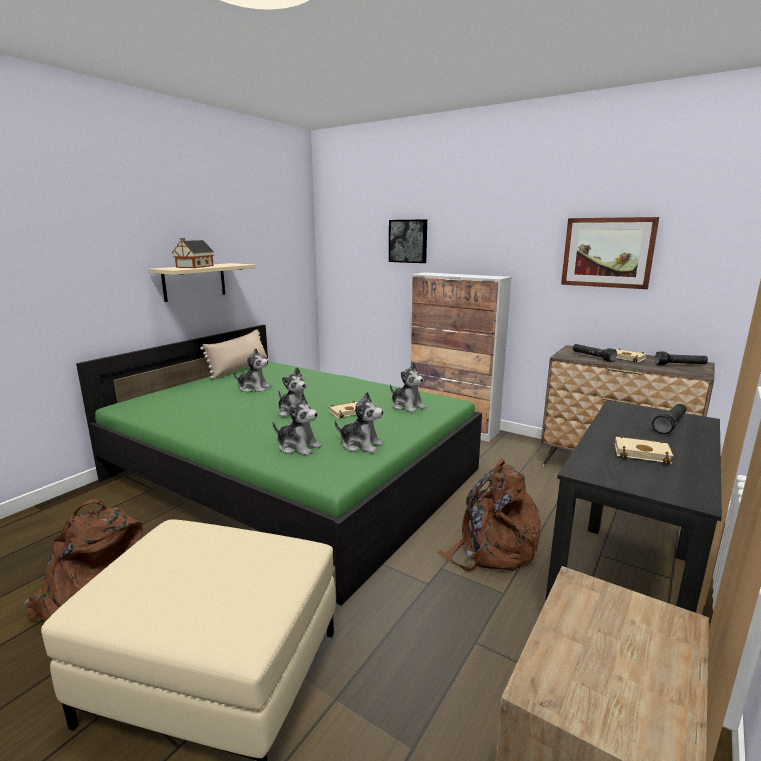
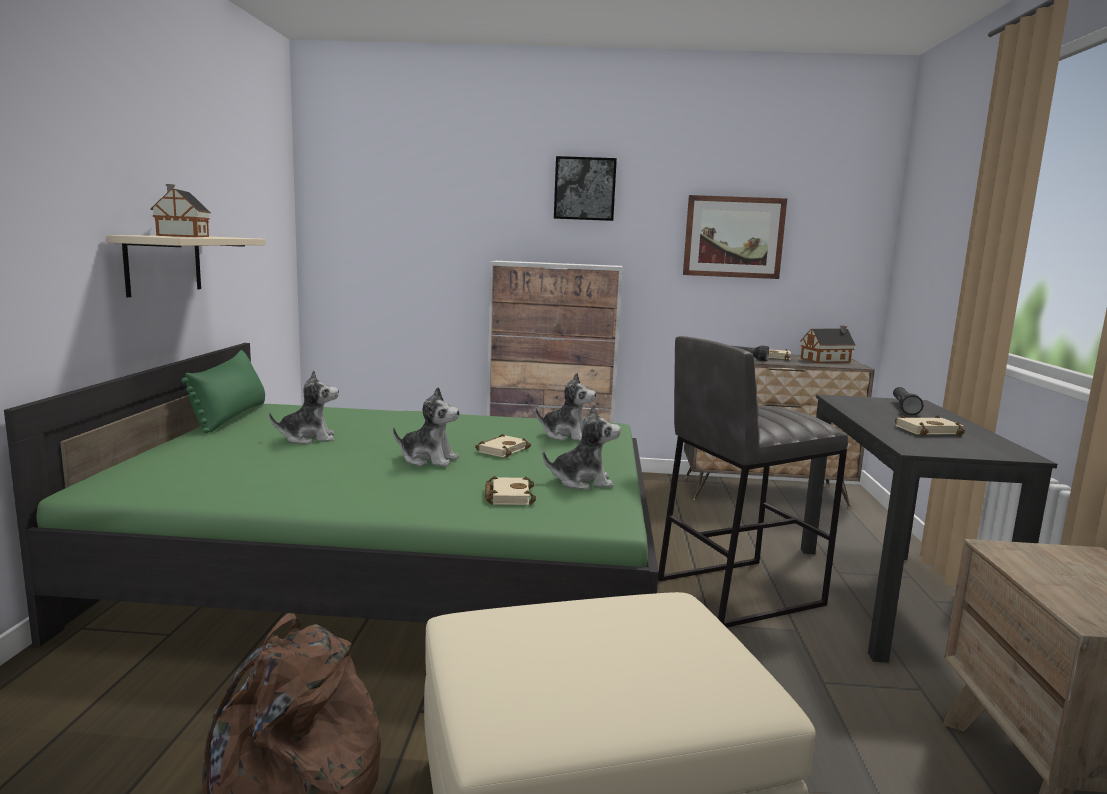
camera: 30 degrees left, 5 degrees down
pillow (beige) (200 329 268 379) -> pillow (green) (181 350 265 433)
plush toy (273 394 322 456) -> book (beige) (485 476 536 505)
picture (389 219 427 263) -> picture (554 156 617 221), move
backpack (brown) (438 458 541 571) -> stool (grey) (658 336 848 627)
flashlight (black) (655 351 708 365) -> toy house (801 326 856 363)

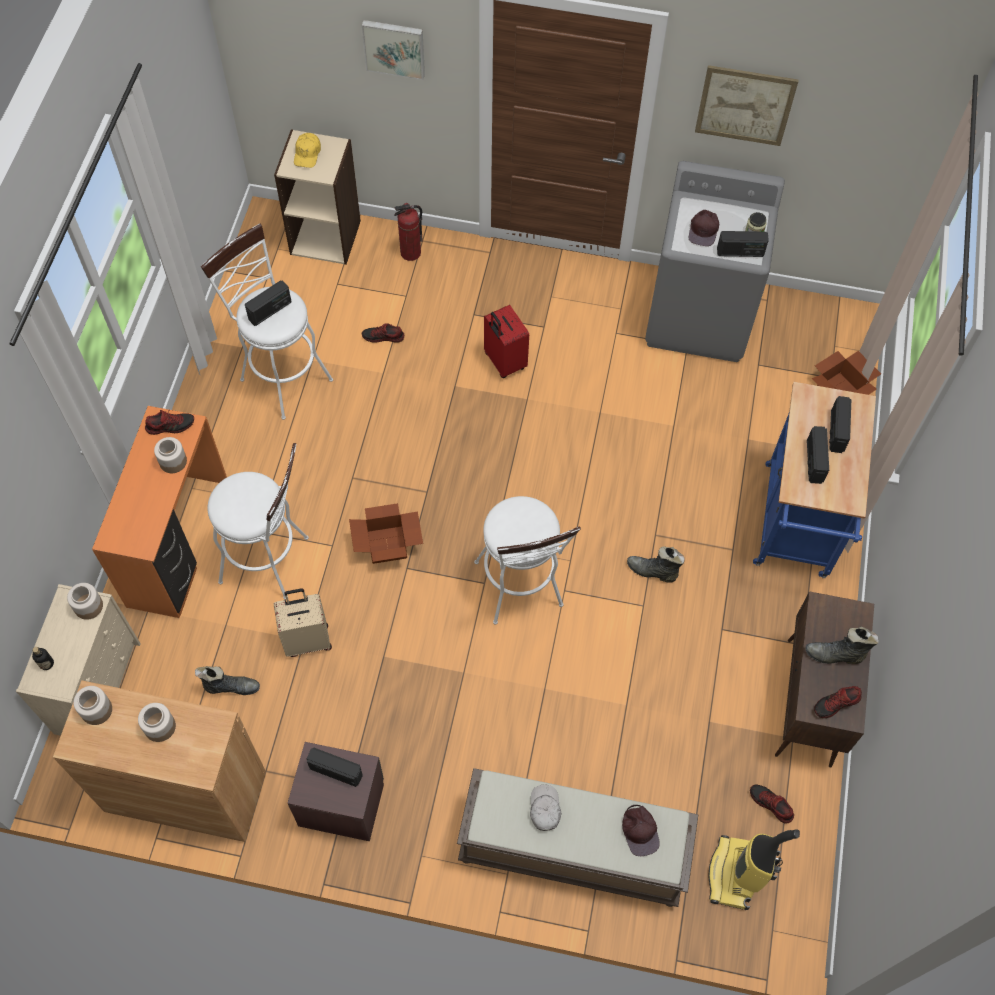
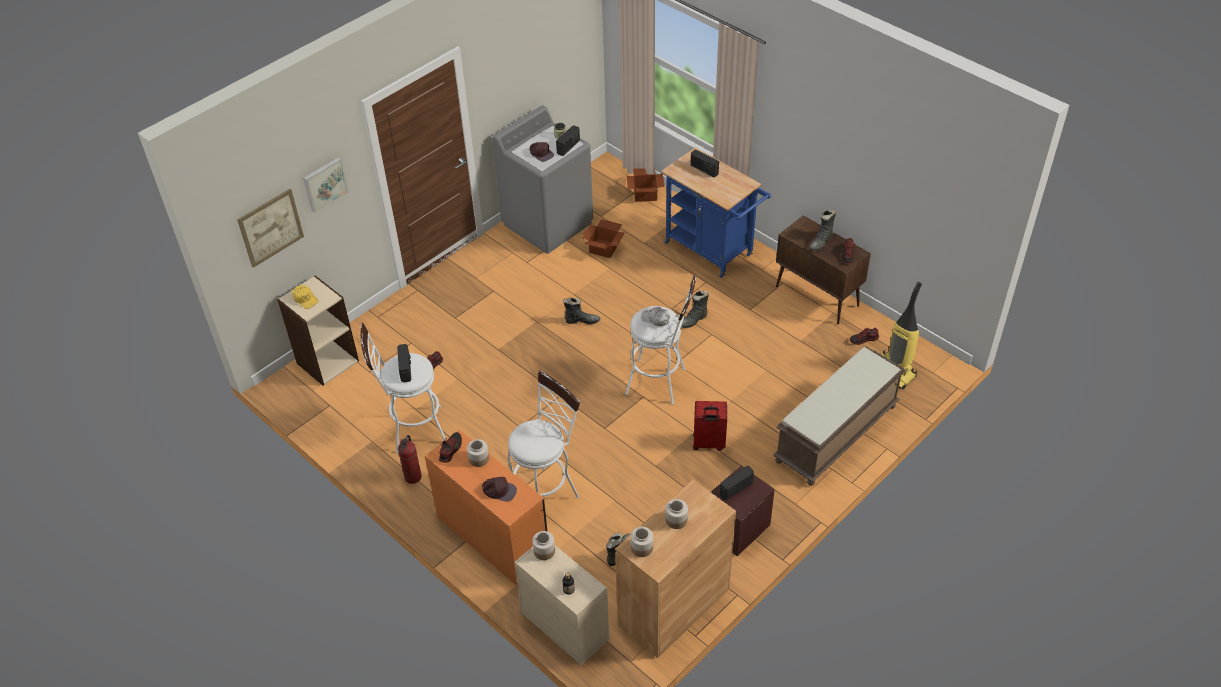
camera: 55 degrees left, 15 degrees down
suitcase (beige) (274 589 332 657) -> none
cardboard box (349 503 423 564) -> cardboard box (582 219 625 258), move
fire extinguisher (394 203 422 261) -> fire extinguisher (398 435 422 484), move
suitcase (red) (484 305 529 378) -> suitcase (red) (693 401 727 451), move
cap (white) (530 784 561 831) -> cap (white) (641 307 670 326), move
cap (brown) (622 805 660 856) -> cap (brown) (482 477 517 502), move
picture (695 65 799 146) -> picture (237 189 304 268), move
radio (807 426 829 484) -> none
none -> boot (black) (563 298 600 324)

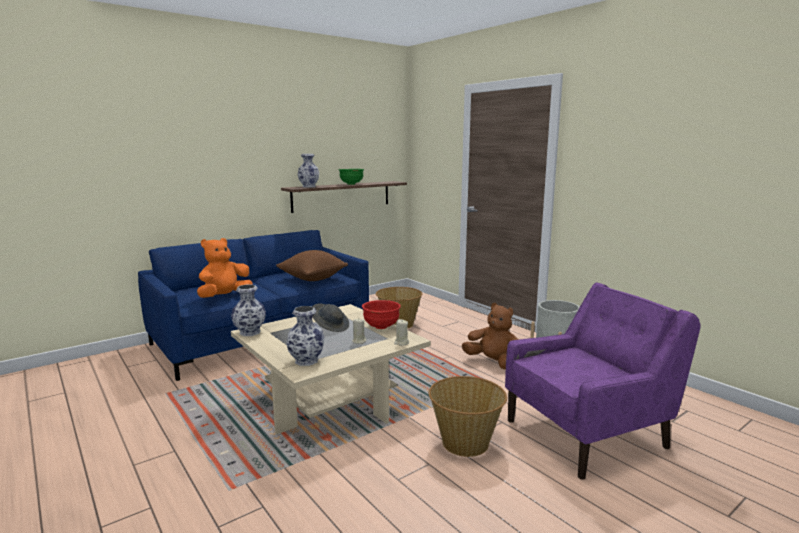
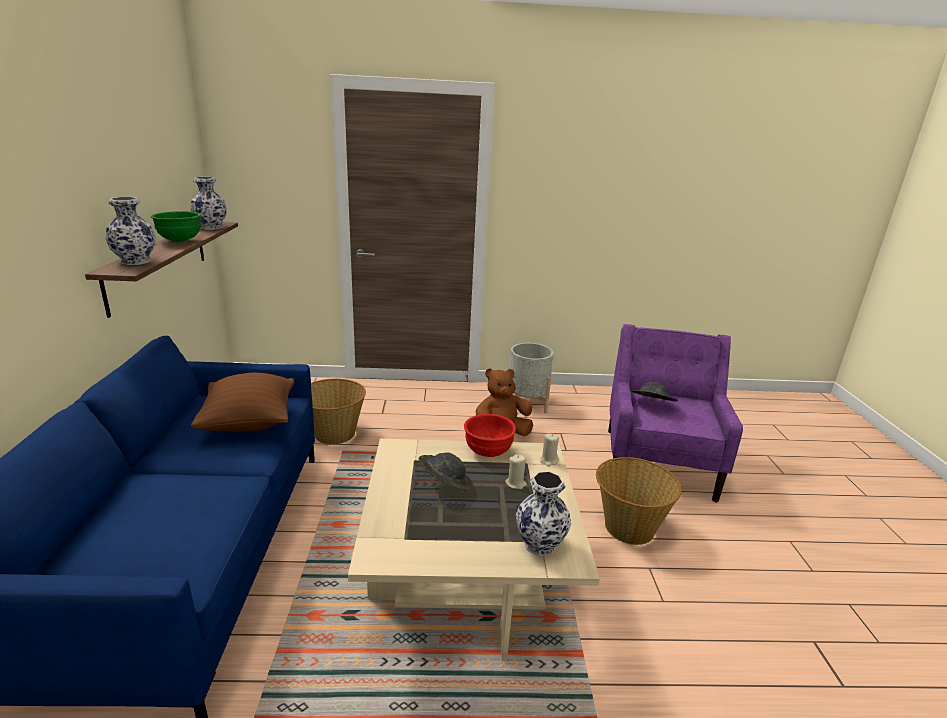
camera: 55 degrees left, 10 degrees up
plush toy (orange) (197 238 253 298) -> none
vase (231 285 266 336) -> vase (190 177 227 230), move
none -> hat (grey) (630 381 678 401)

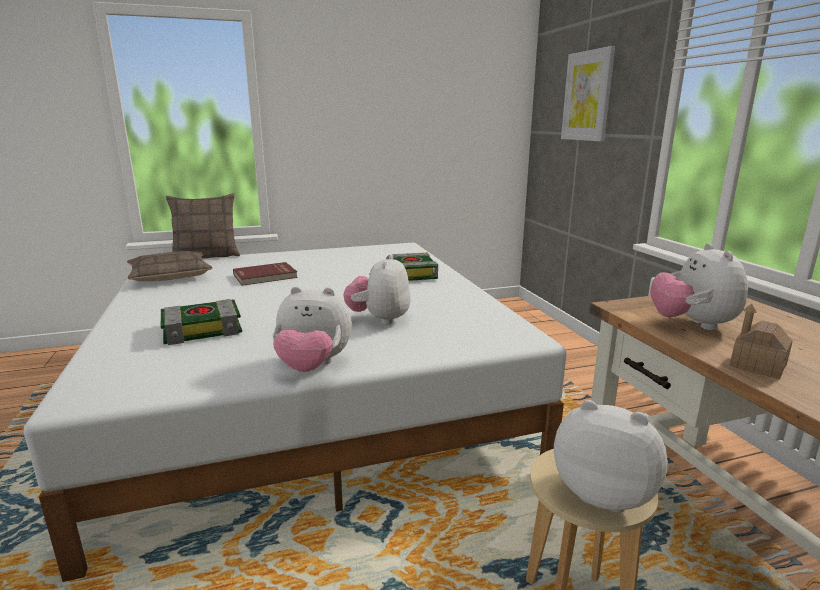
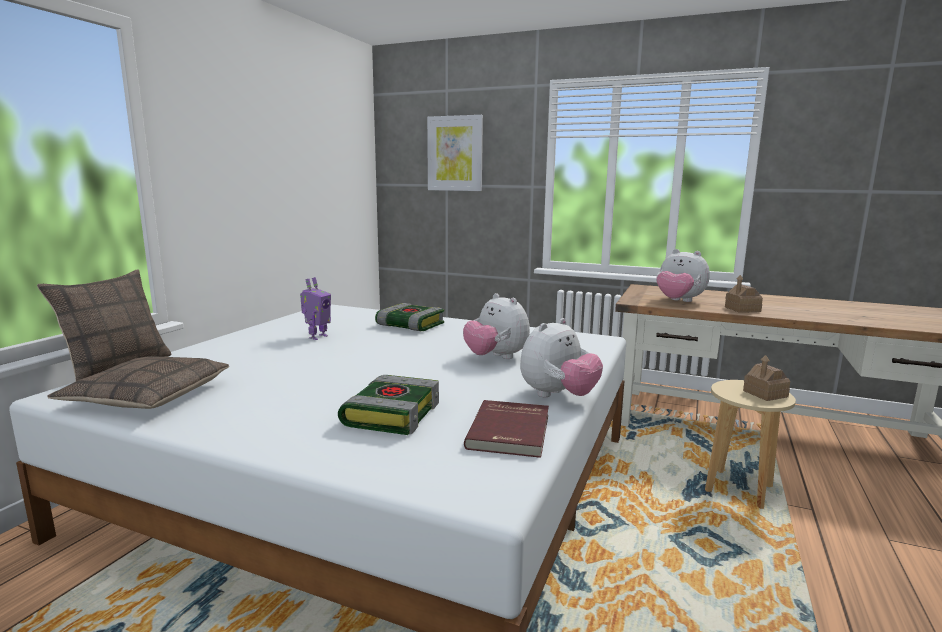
camera: 50 degrees left, 5 degrees down
book (red) (233 262 298 286) -> book (red) (464 400 549 458), move
plush toy (554 400 668 513) -> toy house (743 355 790 401)
none -> toy robot (300 277 331 340)

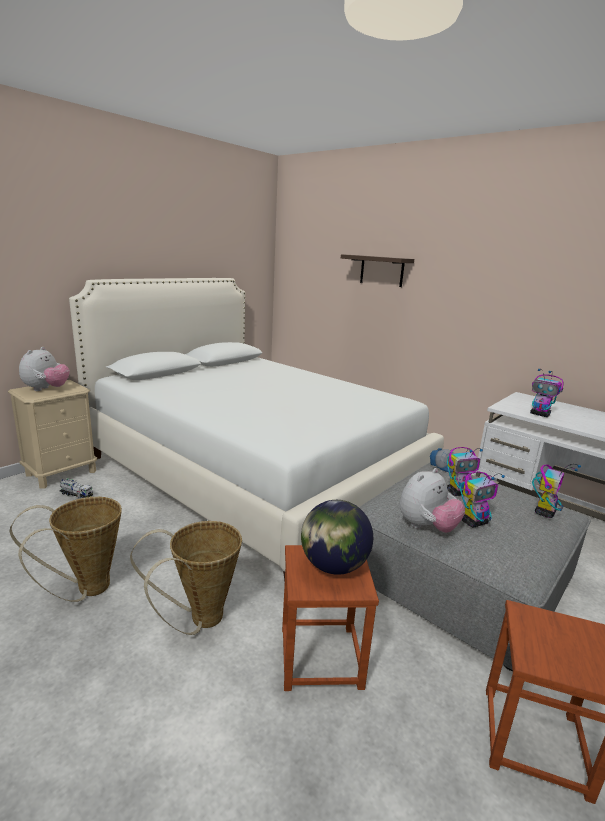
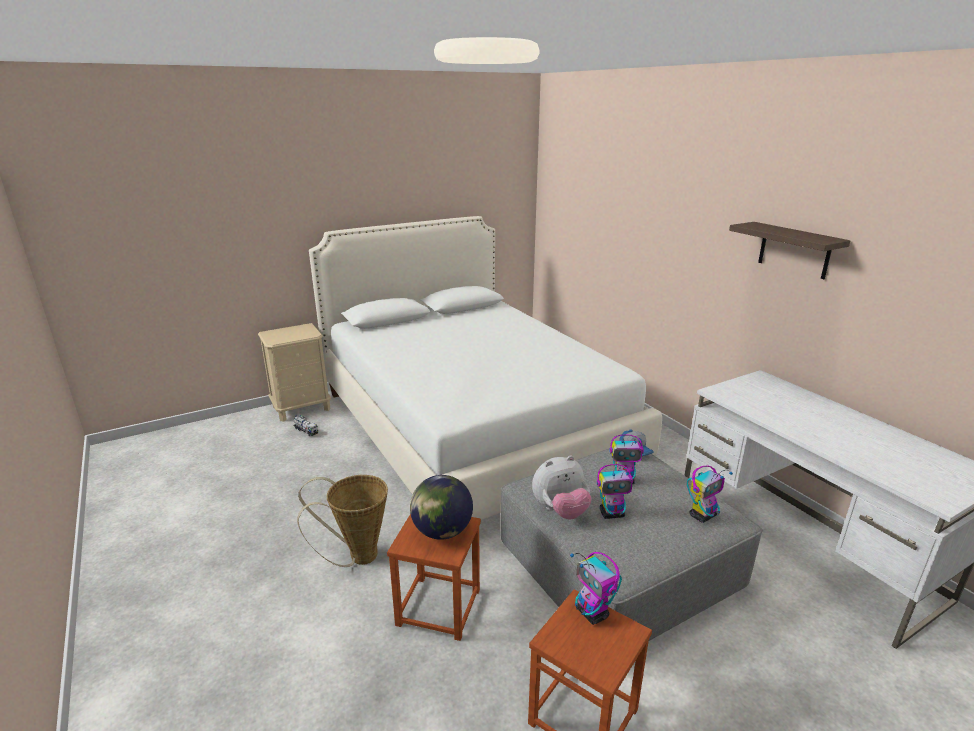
camera: 20 degrees right, 5 degrees up
basket (10 497 122 602) -> none
plush toy (19 347 70 391) -> none
shelf (341 254 414 287) -> shelf (729 222 850 279), move
toy robot (530 369 564 417) -> toy robot (570 552 622 625), move

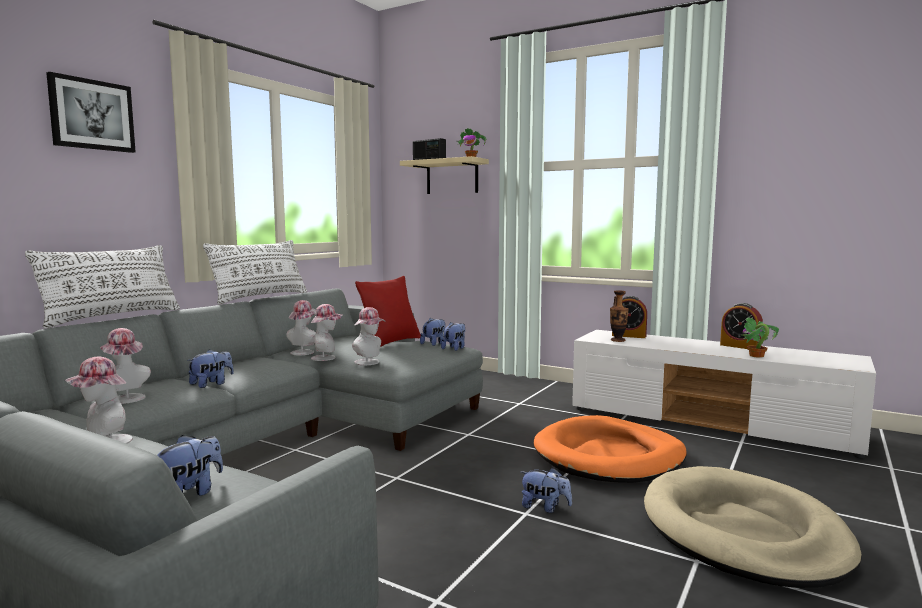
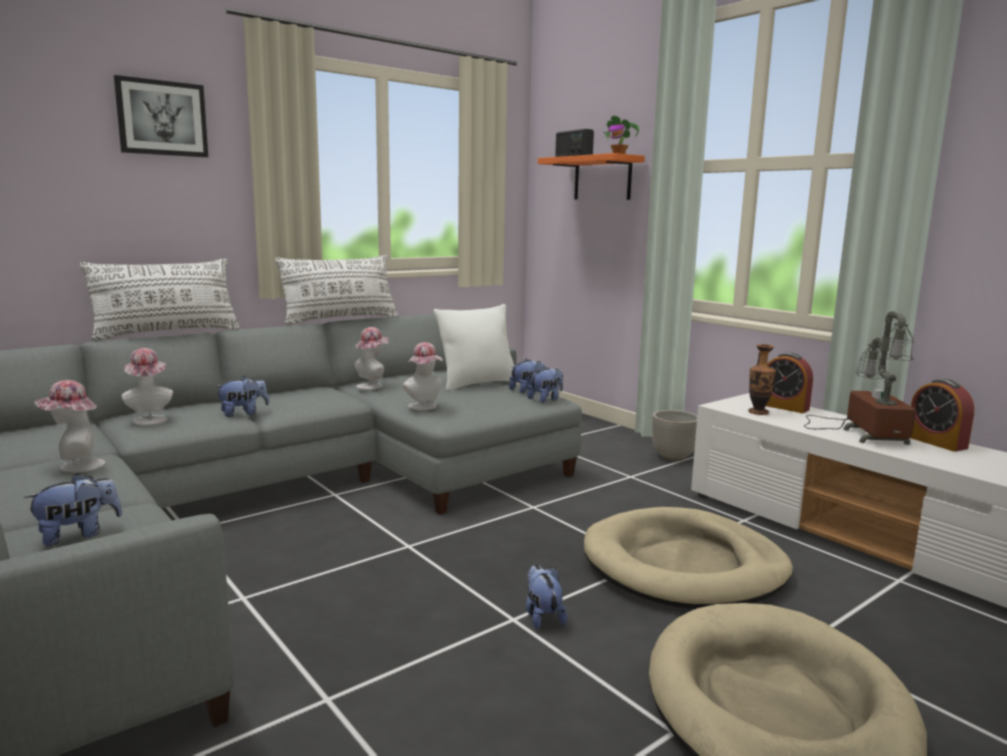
camera: 20 degrees right, 5 degrees up
hat (311 304 343 361) -> none
pillow (red) (355 276 421 347) -> pillow (white) (434 304 514 391)
shelf (beige) (400 156 489 194) -> shelf (orange) (538 153 645 200)
plush toy (520 468 572 513) -> plush toy (526 564 567 630), 150 degrees counterclockwise
dog bed (orange) (534 415 687 483) -> dog bed (beige) (584 507 793 609)
potted plant (742 317 779 358) -> none
none -> planter (652 410 697 461)
none -> table lamp (804 311 915 445)

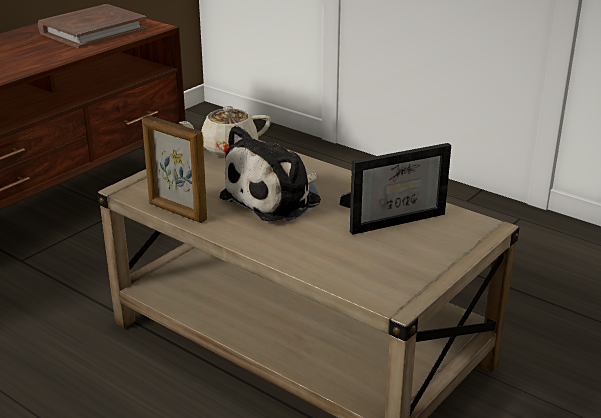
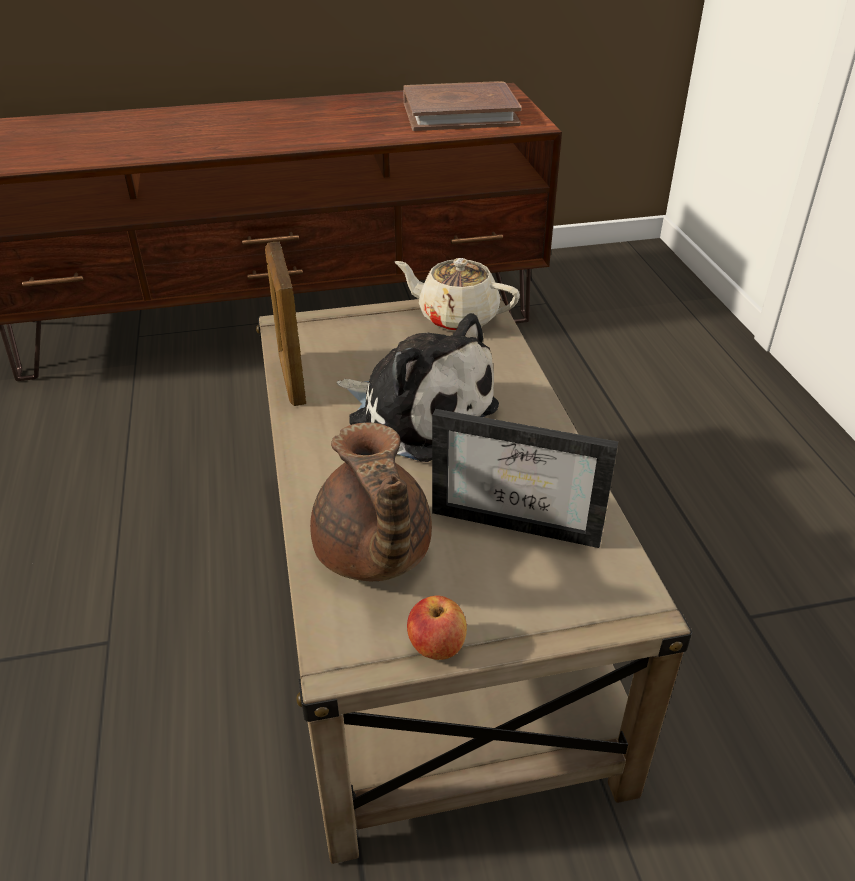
camera: 40 degrees right, 10 degrees up
plush toy (219 125 321 222) -> plush toy (336 313 499 462), 135 degrees counterclockwise
none -> teapot (brown) (310 422 432 581)
none -> apple (407 595 467 660)

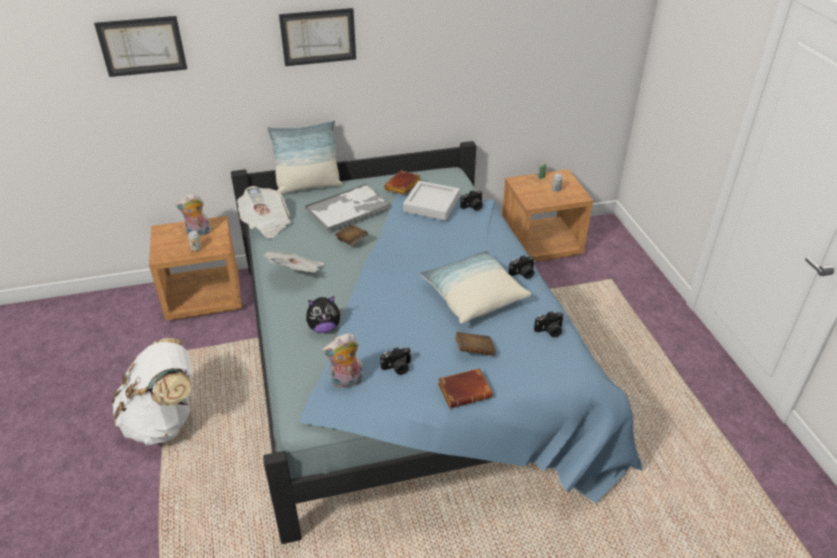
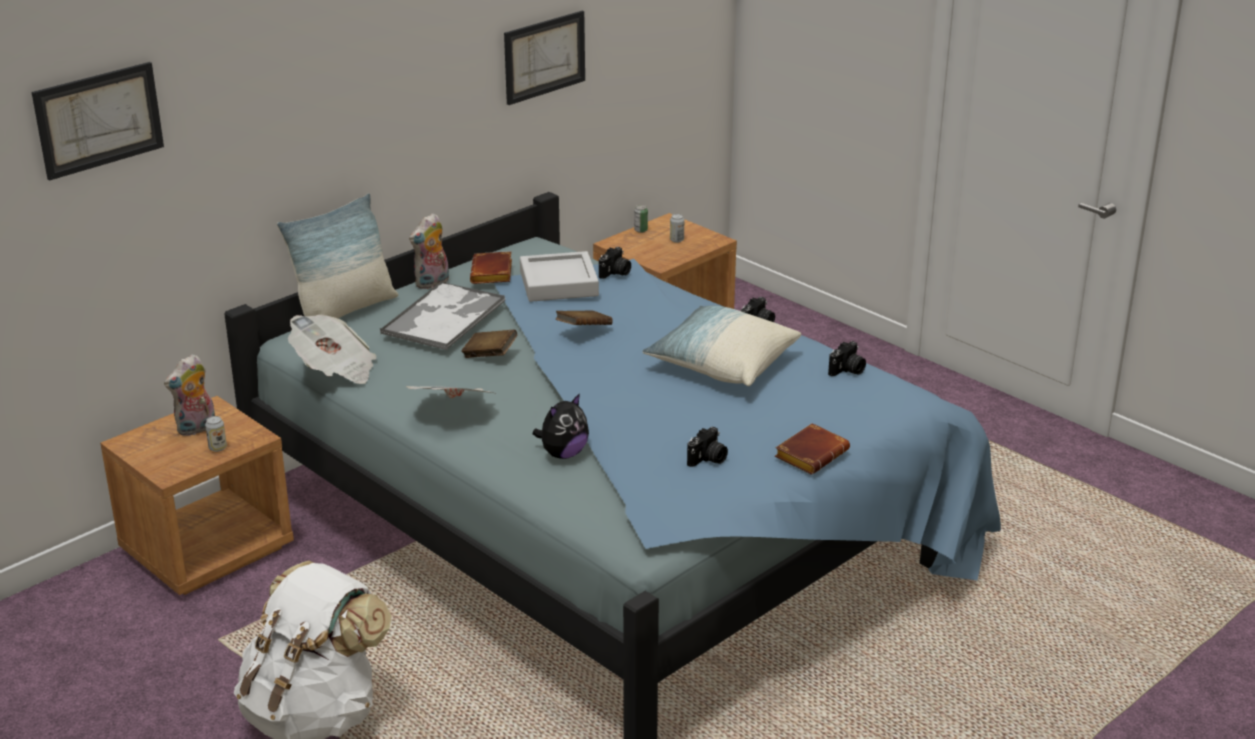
camera: 30 degrees left, 10 degrees down
picture (279 8 356 66) -> picture (504 11 585 105), move
plush toy (322 333 363 388) -> plush toy (409 213 449 289), move
book (brown) (455 332 496 356) -> book (brown) (556 310 613 325), move

